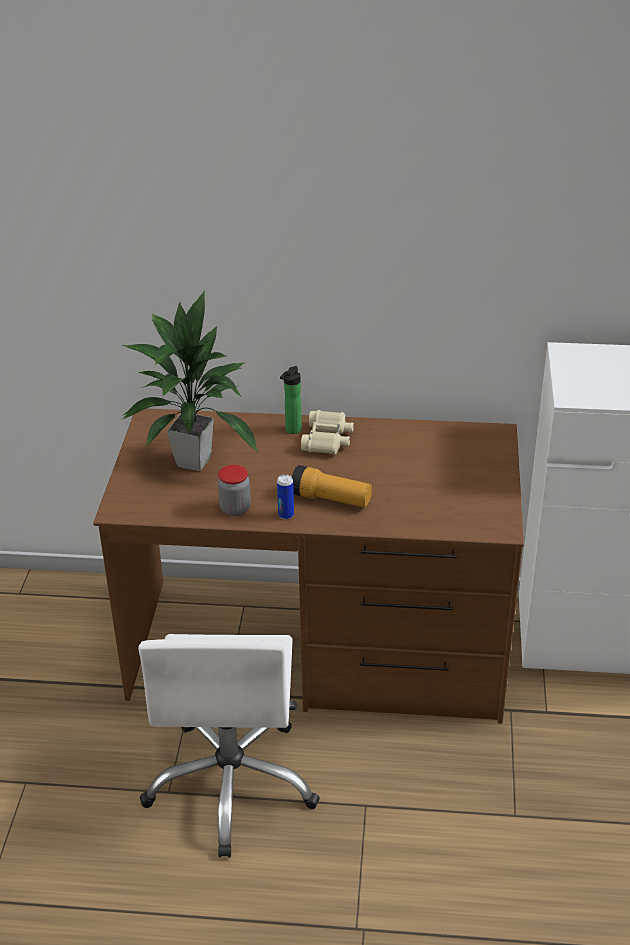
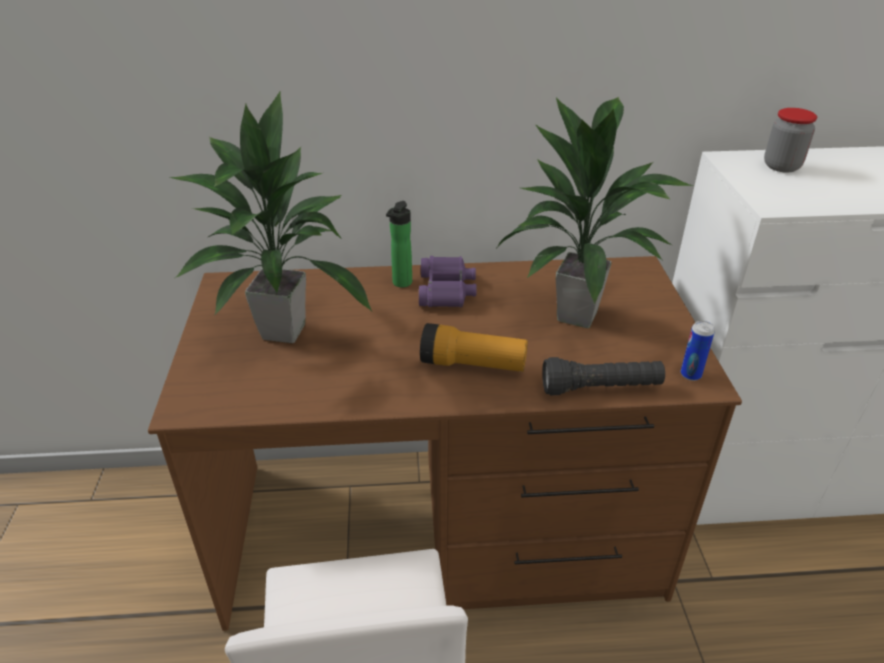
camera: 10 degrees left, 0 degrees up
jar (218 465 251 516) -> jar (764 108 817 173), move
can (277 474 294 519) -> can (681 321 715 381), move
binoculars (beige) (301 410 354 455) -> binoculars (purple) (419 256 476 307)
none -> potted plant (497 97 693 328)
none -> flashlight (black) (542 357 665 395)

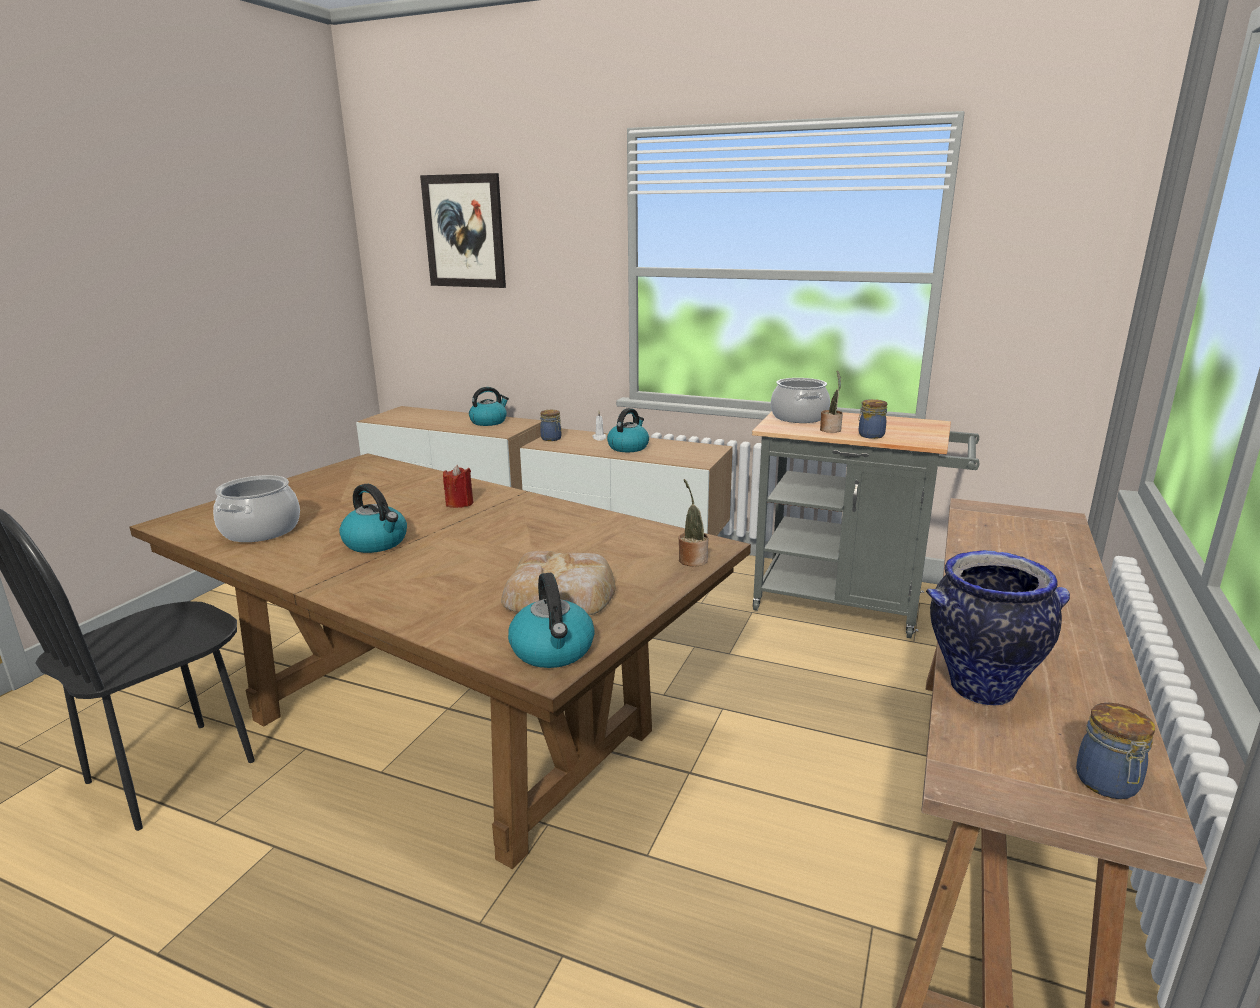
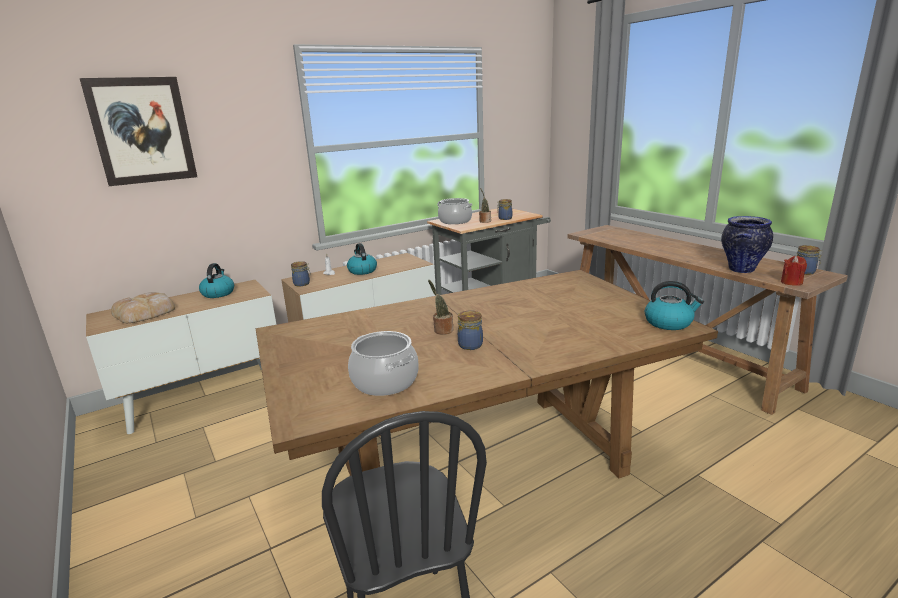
camera: 55 degrees left, 0 degrees up
kettle (339 484 407 553) -> jar (458 311 483 350)
candle (red) (443 465 473 508) -> candle (red) (781 256 807 286), move
bread (501 551 616 615) -> bread (111 292 175 323), move
potted plant (678 479 709 567) -> potted plant (428 280 453 335), move

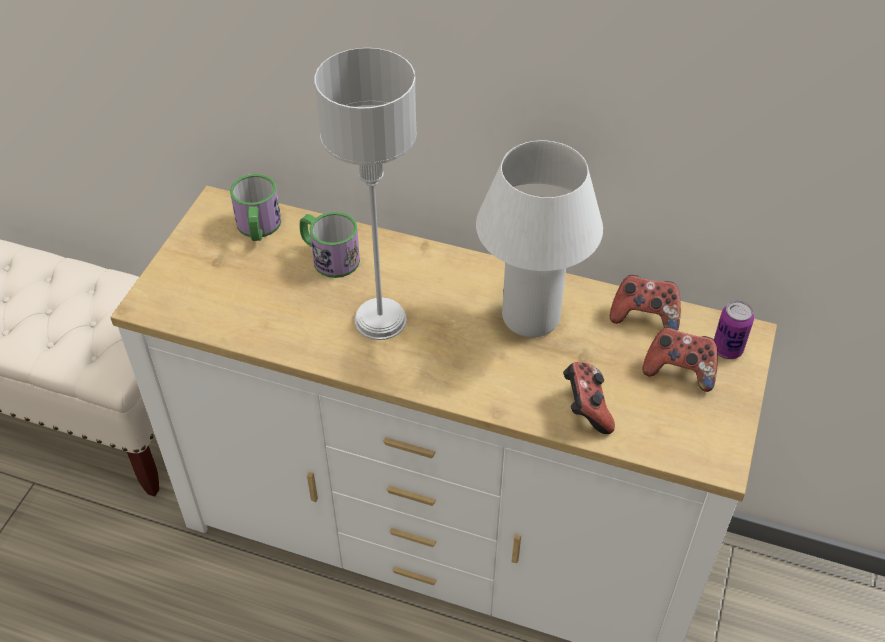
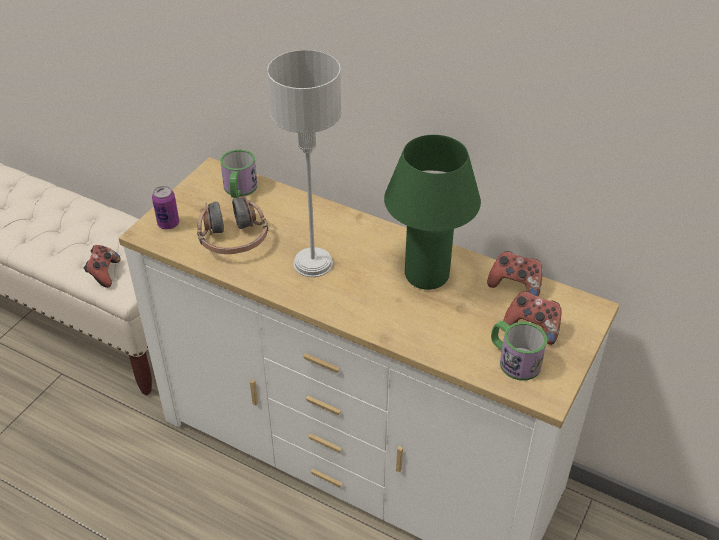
camera: 10 degrees right, 5 degrees down
mug (299 212 360 278) -> mug (491 321 547 380), move
table lamp (white) (476 140 603 337) -> table lamp (green) (384 135 481 290)
game controller (563 362 615 434) -> game controller (83 245 121 288), move
can (714 301 754 359) -> can (152 186 179 230), move
none -> headphones (197 196 268 254)

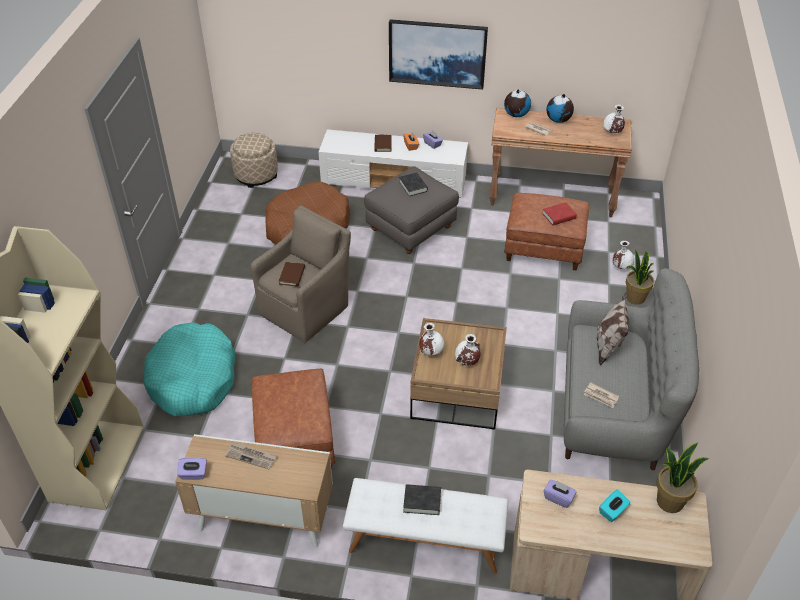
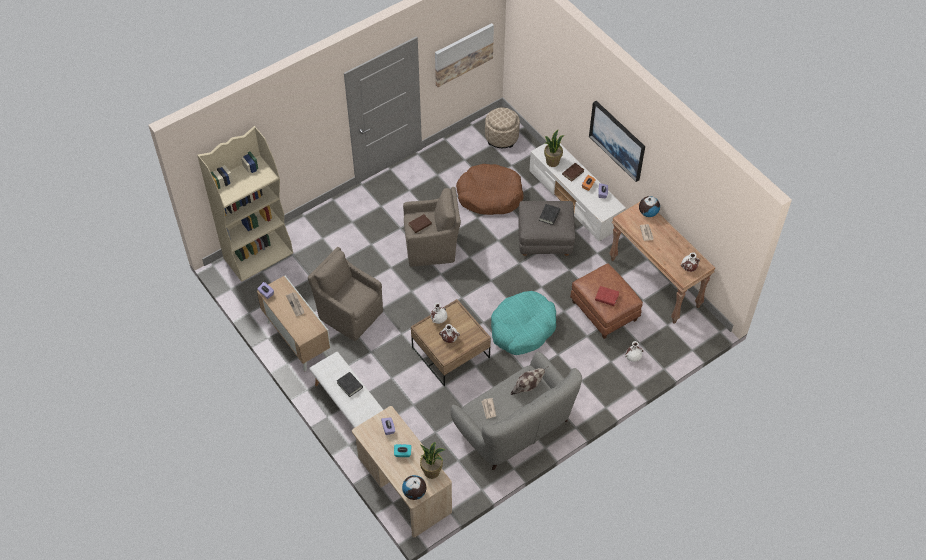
camera: 45 degrees right, 10 degrees up
dog bed (turquoise) (143 322 235 416) -> dog bed (turquoise) (491 291 556 355), move
ottoman (brown) (252 369 335 471) -> armchair (brown) (308 247 383 341)
globe (546 94 574 123) -> globe (402 475 426 500), move
potted plant (626 249 654 305) -> potted plant (544 130 565 167), move
none -> picture (435 23 494 87)

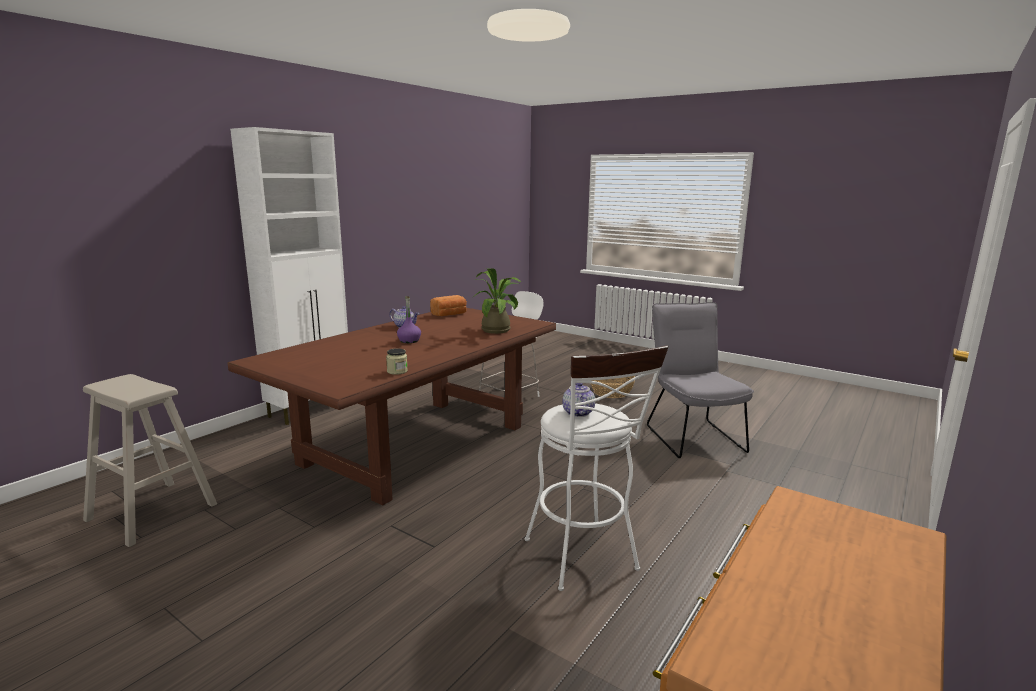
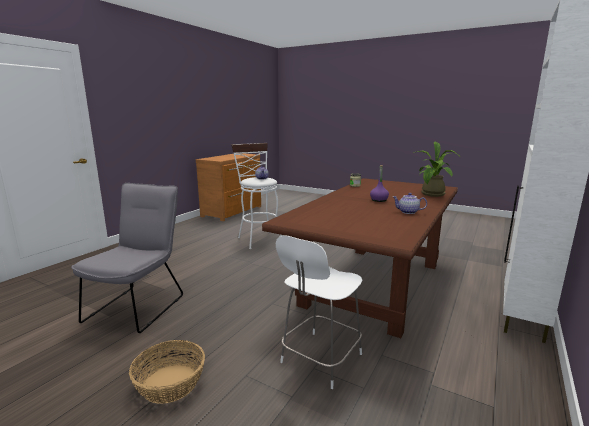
camera: 175 degrees right, 0 degrees up
stool (beige) (83 374 217 547) -> none
bread (430 295 467 316) -> none
potted plant (472 268 521 334) -> potted plant (413 141 458 197), move
chair (grey) (647 302 754 458) -> chair (grey) (71 183 183 333), 150 degrees counterclockwise

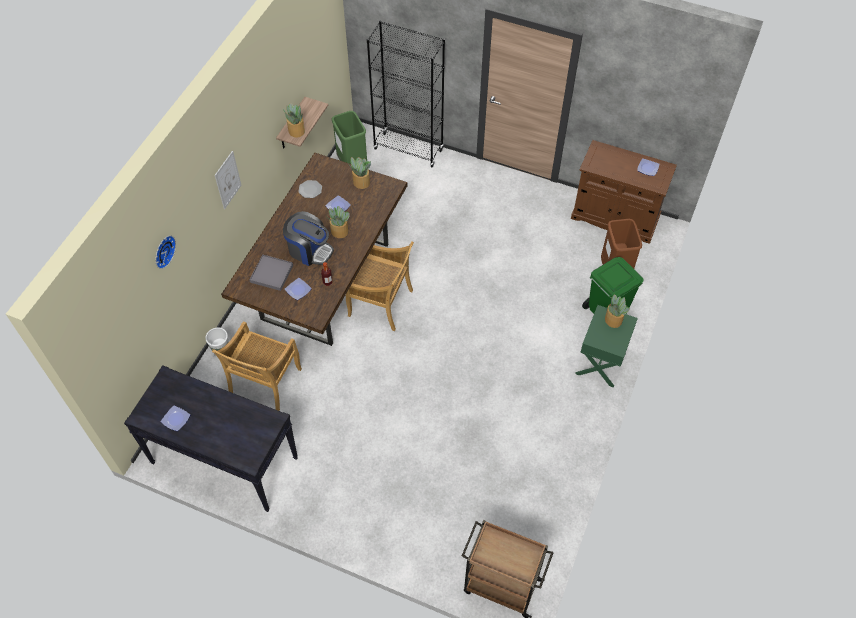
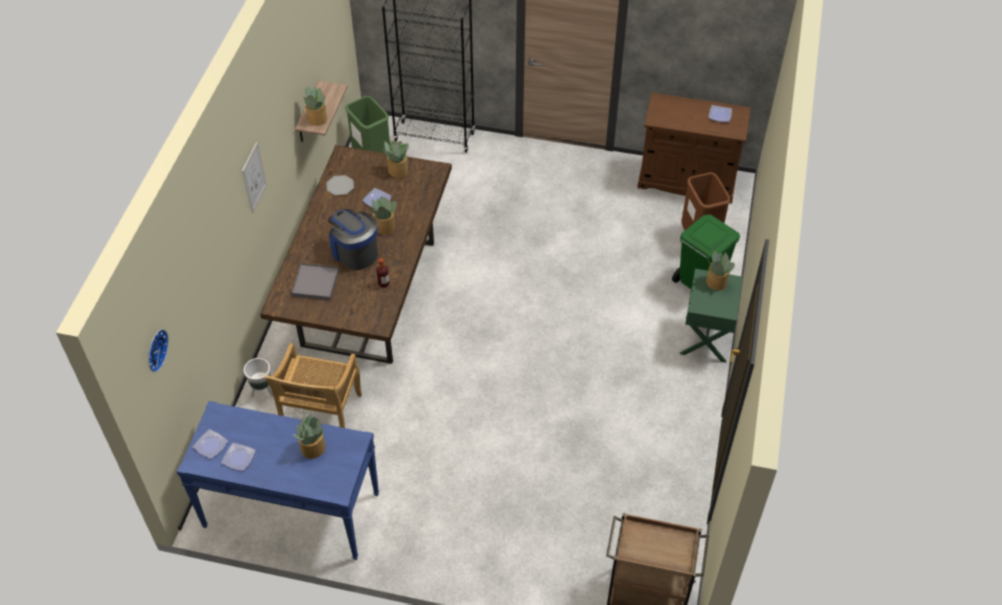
camera: 10 degrees left, 5 degrees down
console table (black) (124 365 298 512) -> console table (blue) (177 401 379 560)
wall clock (155 236 176 269) -> wall clock (148 329 169 372), move
coffee machine (283 211 334 266) -> coffee machine (328 209 378 270), 150 degrees counterclockwise
plate (285 278 312 300) -> plate (193 429 228 459), move
chair (beige) (346 241 414 331) -> none
none -> potted plant (292 414 326 459)

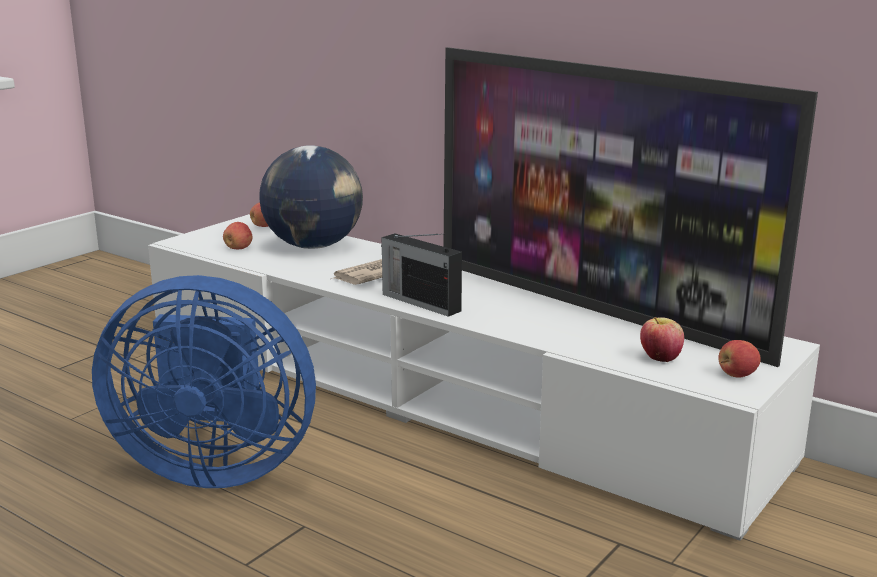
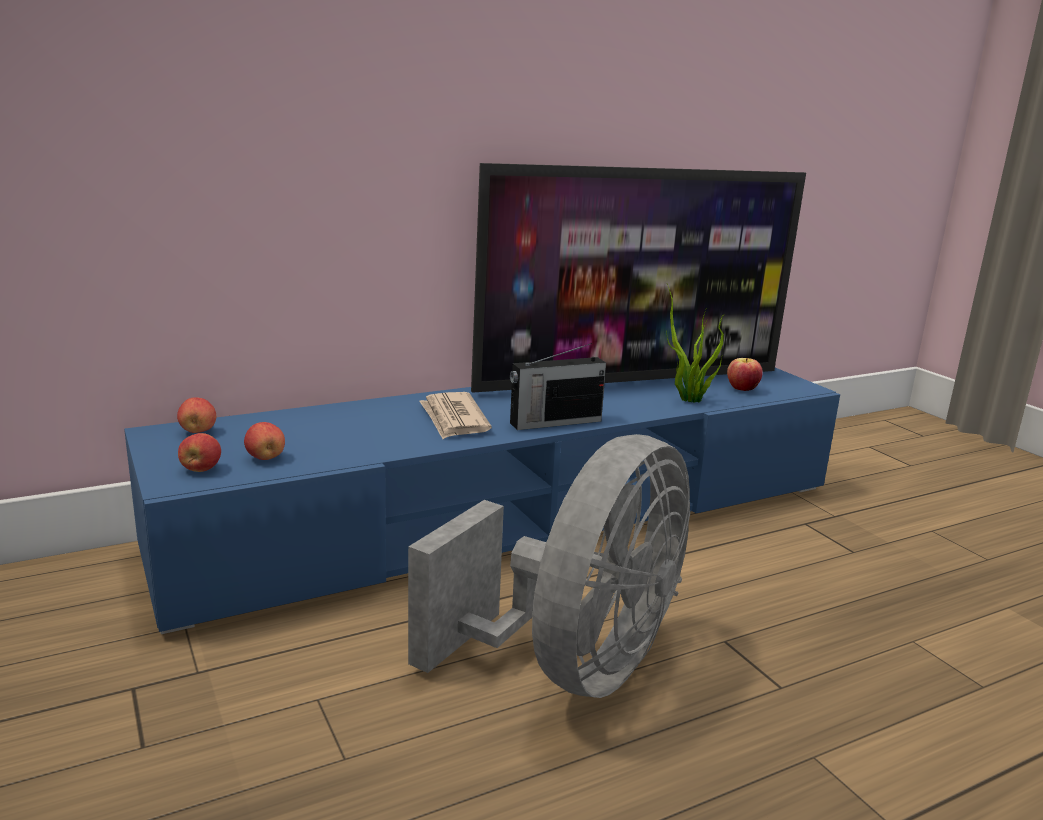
camera: 65 degrees left, 0 degrees up
fan (blue) (92 275 316 488) -> fan (grey) (408 434 690 698)
tv stand (white) (148 214 820 541) -> tv stand (blue) (124 368 840 634)
globe (259 145 363 249) -> none
apple (718 340 761 378) -> apple (178 433 221 472), move
none -> potted plant (666 284 725 403)

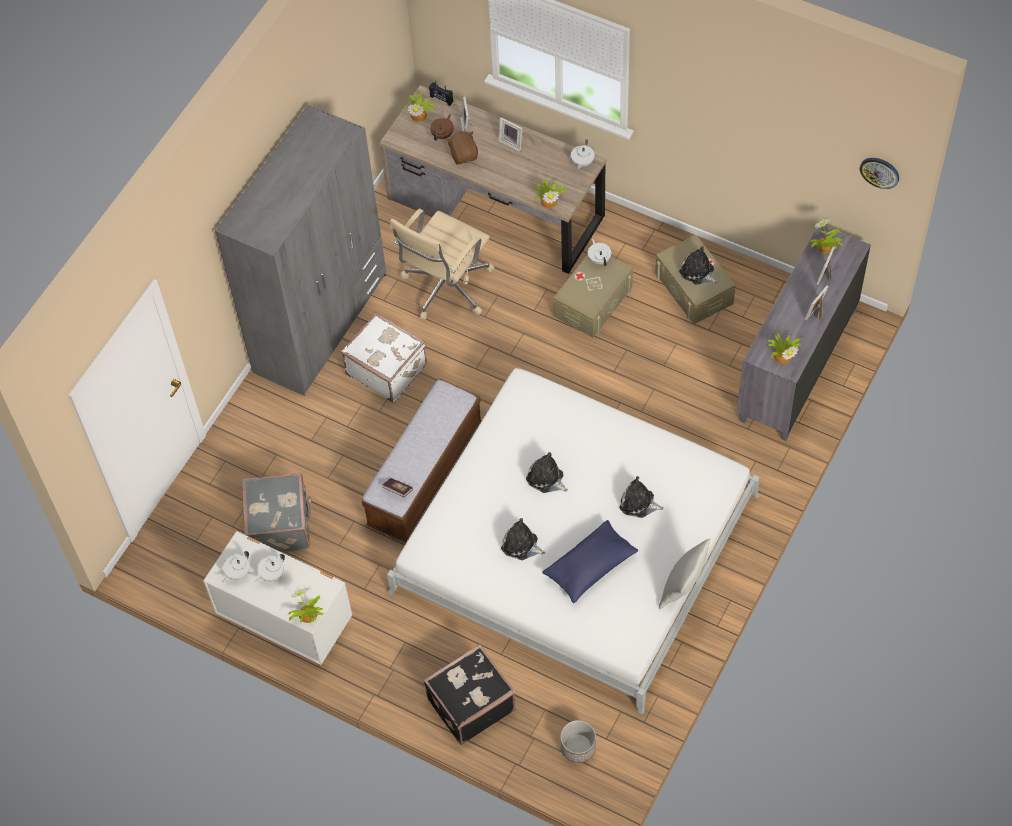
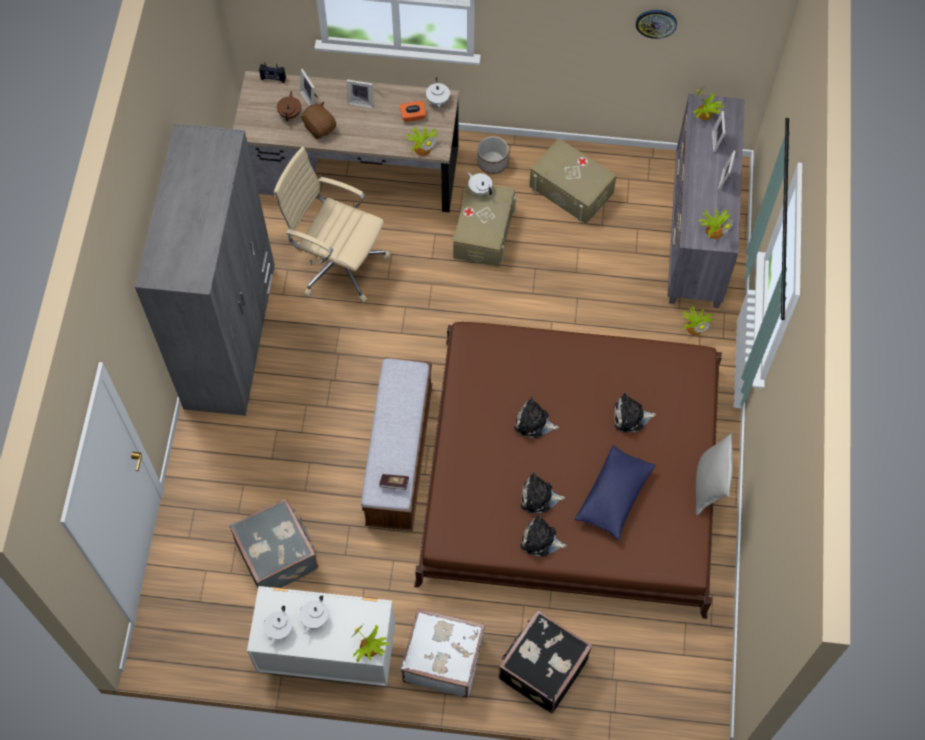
camera: 25 degrees left, 5 degrees up
suitcase (white) (341 313 427 402) -> suitcase (white) (400 608 485 698), move
bed (white) (387 368 760 715) -> bed (brown) (414 322 722 619)
office chair (beige) (390 209 495 320) -> office chair (beige) (274 147 391 303), 105 degrees clockwise
potted plant (402 92 436 122) -> potted plant (682 306 713 335), move
planter (560 720 596 763) -> planter (478 136 509 174), move
plush toy (679 246 718 285) -> plush toy (520 515 567 557), move
wall clock (860 158 899 189) -> wall clock (636 10 677 39), move
none -> tissue box (orange) (400 101 426 122)

